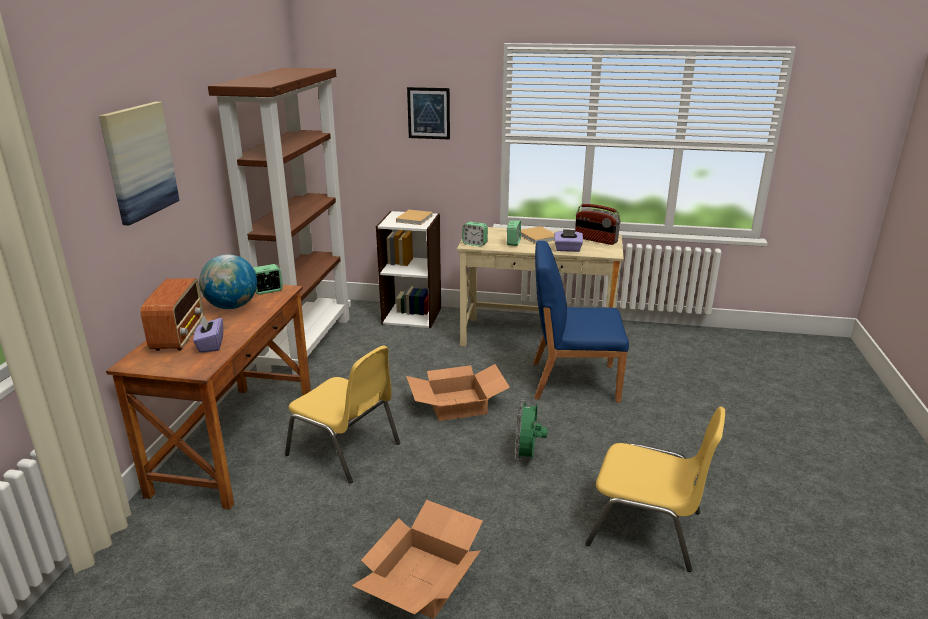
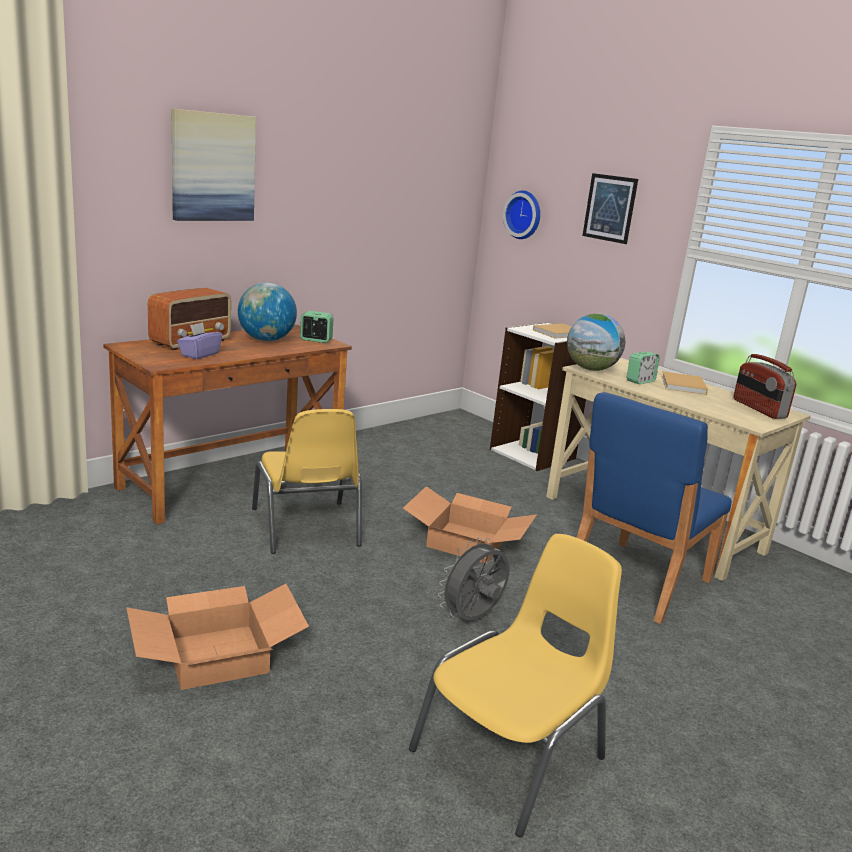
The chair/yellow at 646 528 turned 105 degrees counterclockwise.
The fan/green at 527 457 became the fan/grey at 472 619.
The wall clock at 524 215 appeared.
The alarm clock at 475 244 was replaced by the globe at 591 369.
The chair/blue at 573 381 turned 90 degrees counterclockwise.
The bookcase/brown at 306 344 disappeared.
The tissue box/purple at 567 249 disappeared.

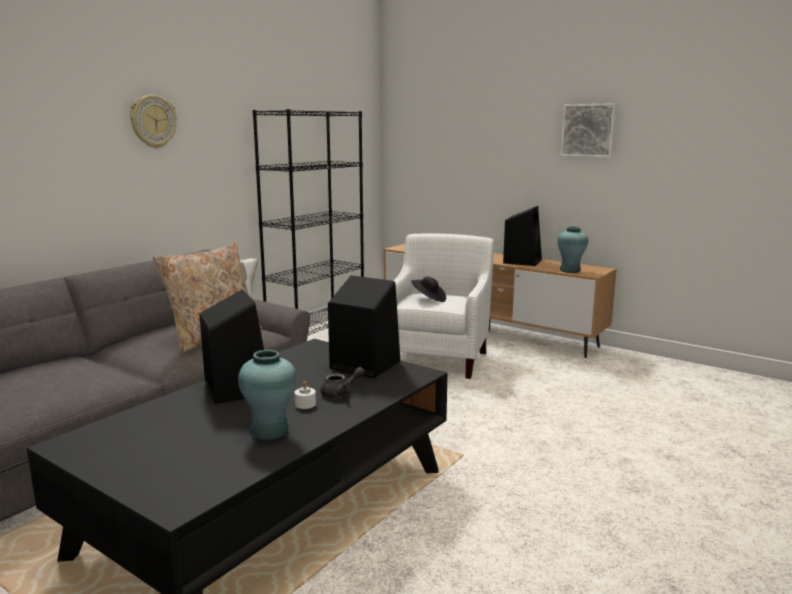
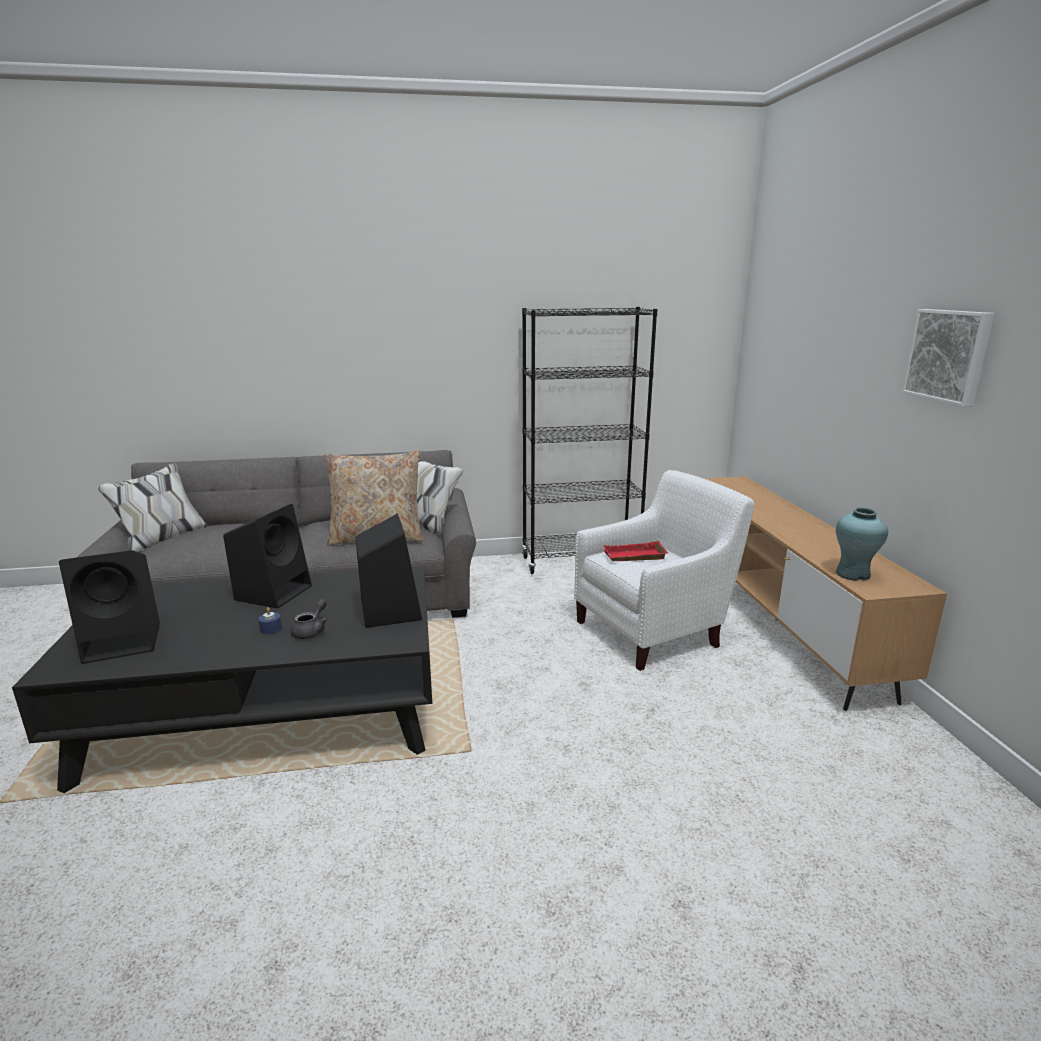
The speaker/black moved from 522 261 to 125 642.
The candle/white at 305 404 became the candle/blue at 271 629.
The teapot/grey at 341 393 turned 90 degrees counterclockwise.
The hat/black at 428 299 was replaced by the tray/red at 634 557.
The wall clock at 153 121 disappeared.
The vase/turquoise at 269 431 disappeared.

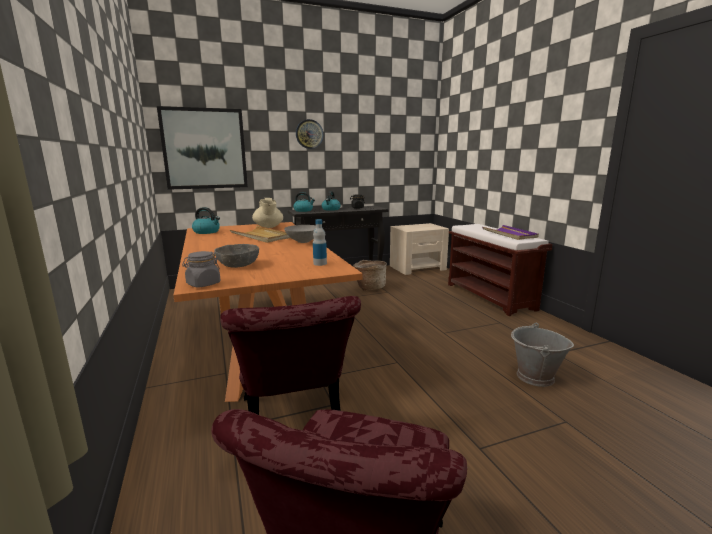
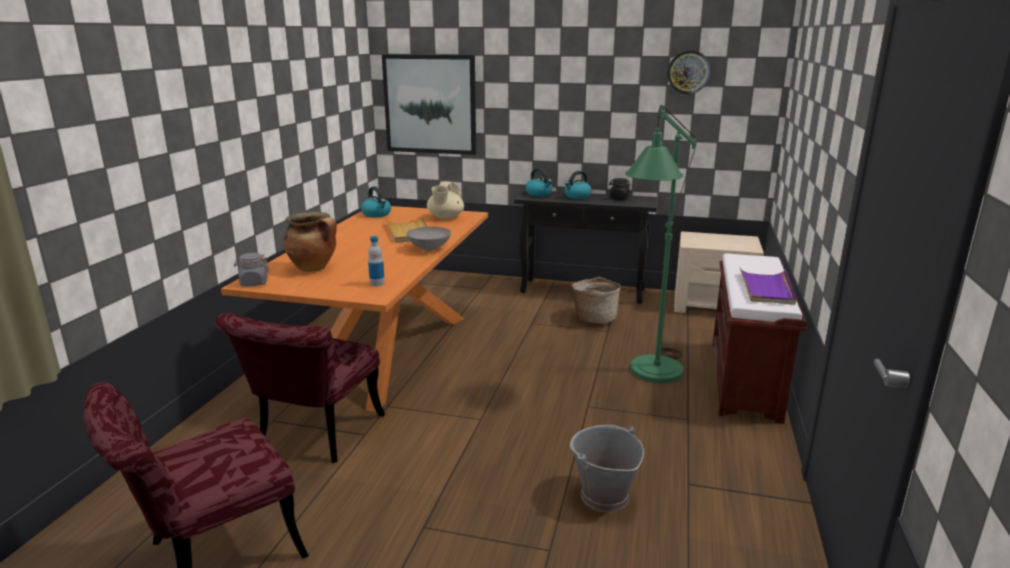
The bowl/grey at 238 265 was replaced by the cooking pot at 314 268.
The floor lamp/green at 651 376 appeared.
The wall clock moved from 309 134 to 688 72.

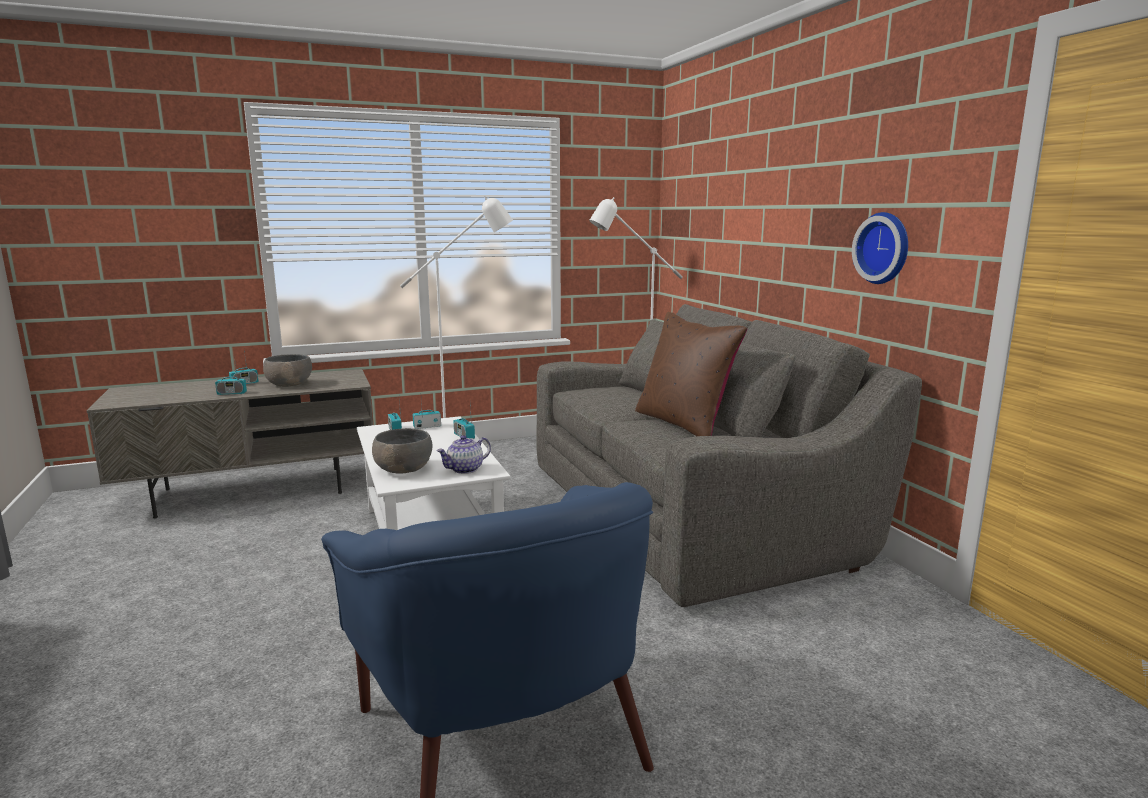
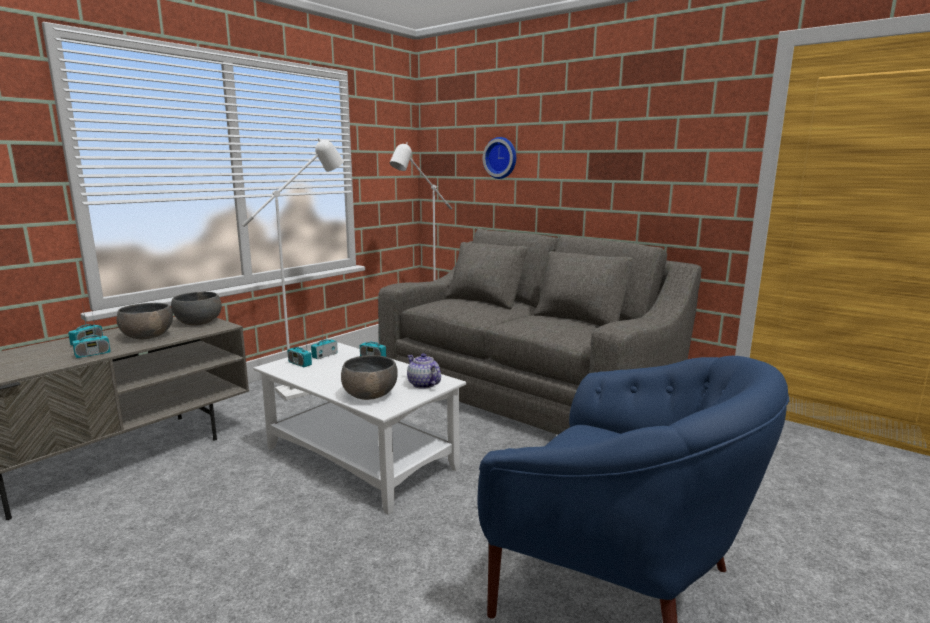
The bowl/grey at 199 322 appeared.
The teapot at 465 469 turned 120 degrees clockwise.
The wall clock moved from 884 248 to 501 158.
The pillow/brown at 684 423 disappeared.

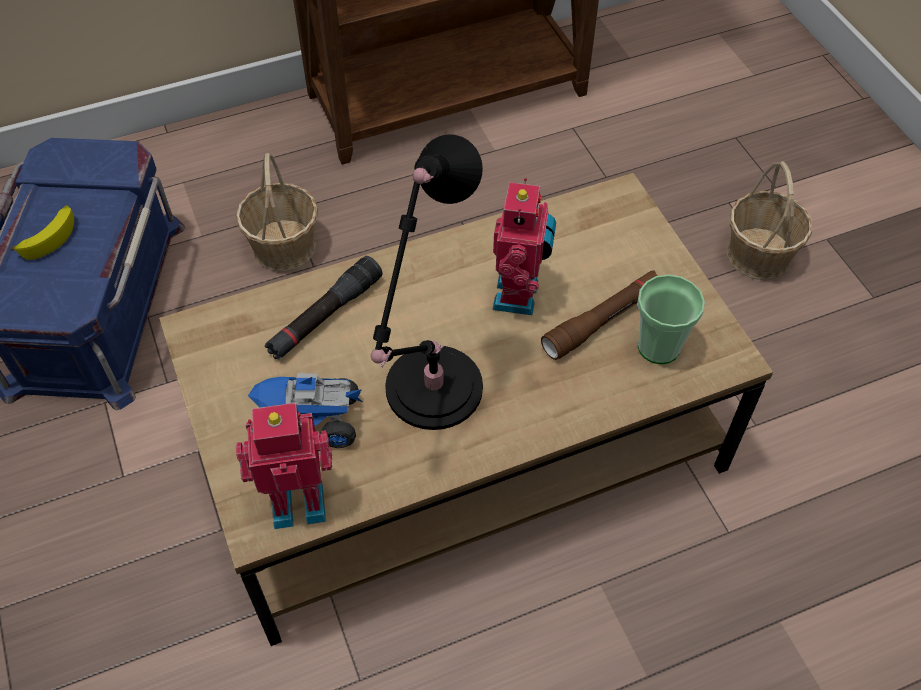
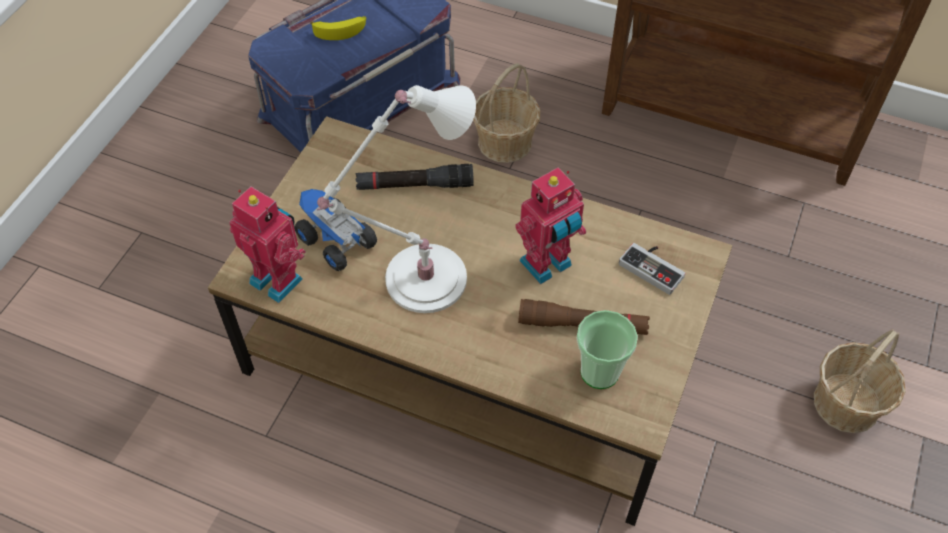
The table lamp/black at 430 394 became the table lamp/white at 419 280.
The game controller at 654 267 appeared.

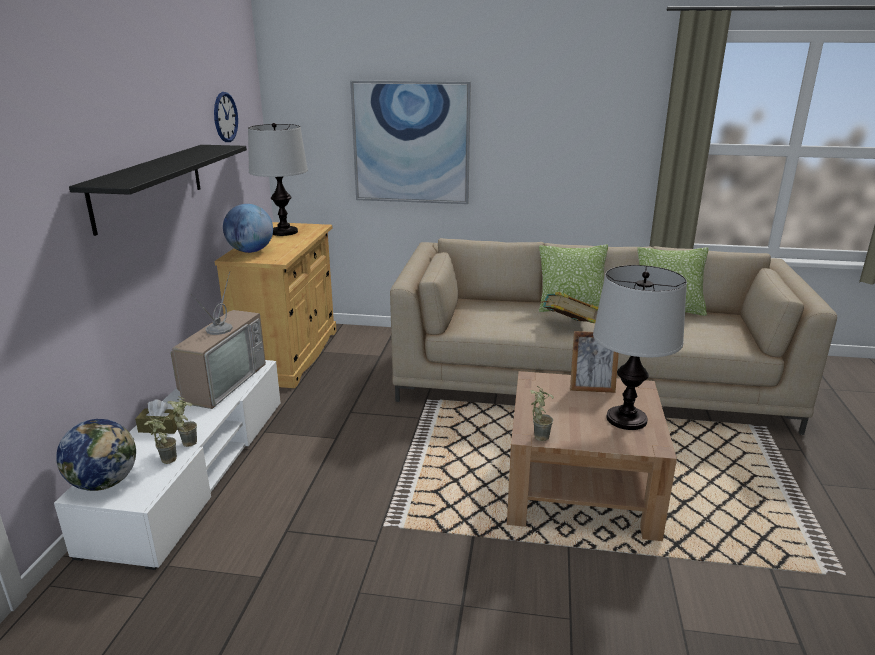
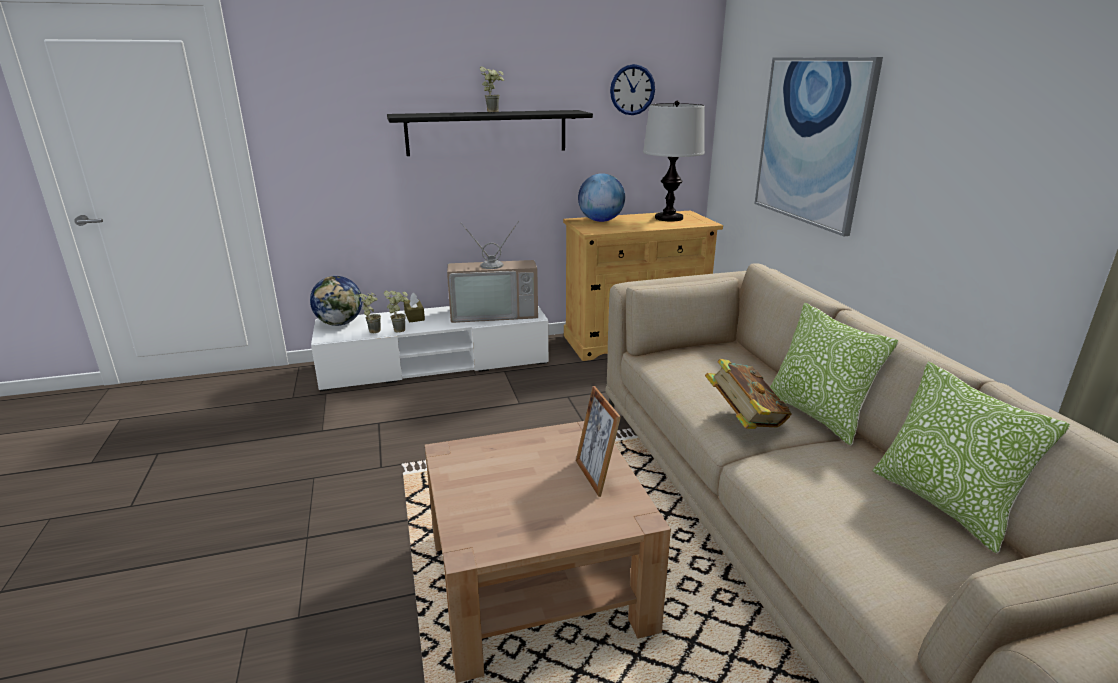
The potted plant moved from 537 435 to 494 111.
The table lamp at 626 419 disappeared.

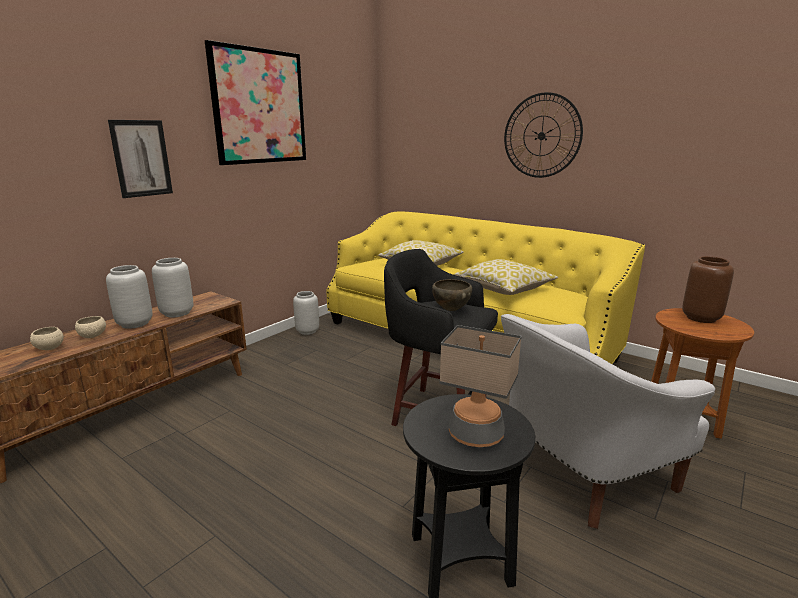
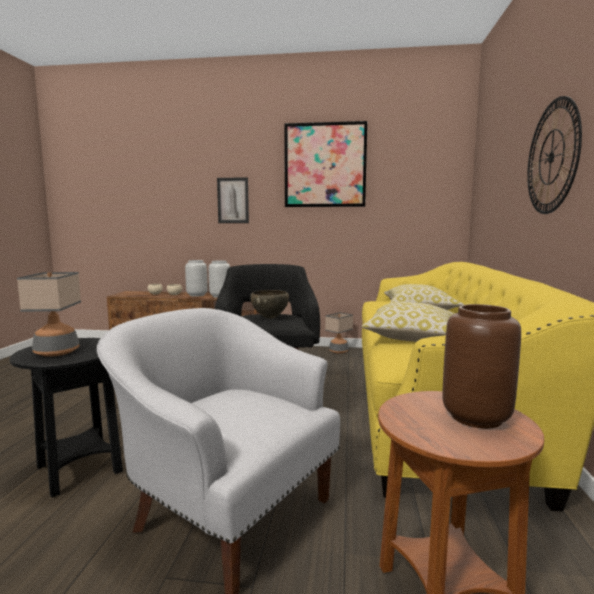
The vase/grey at 307 331 was replaced by the table lamp at 338 351.

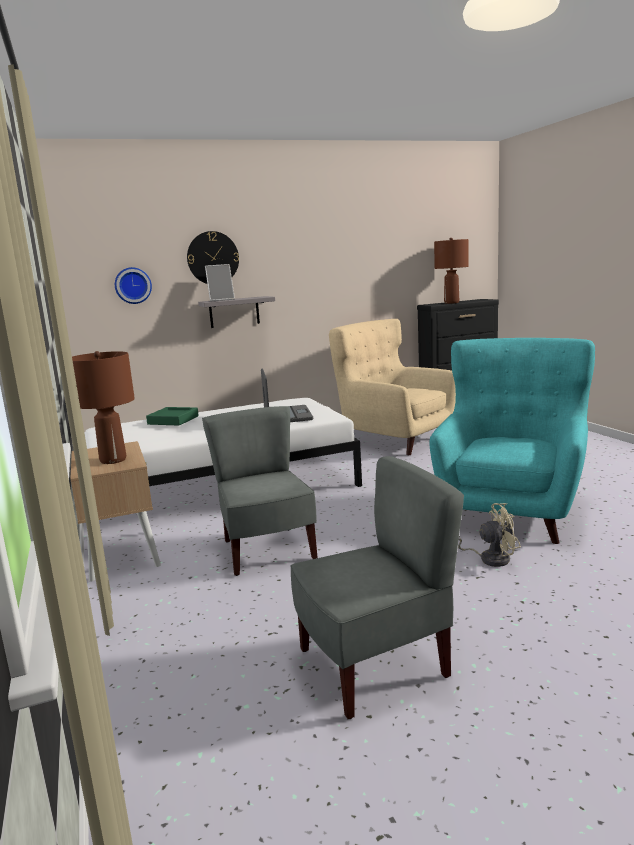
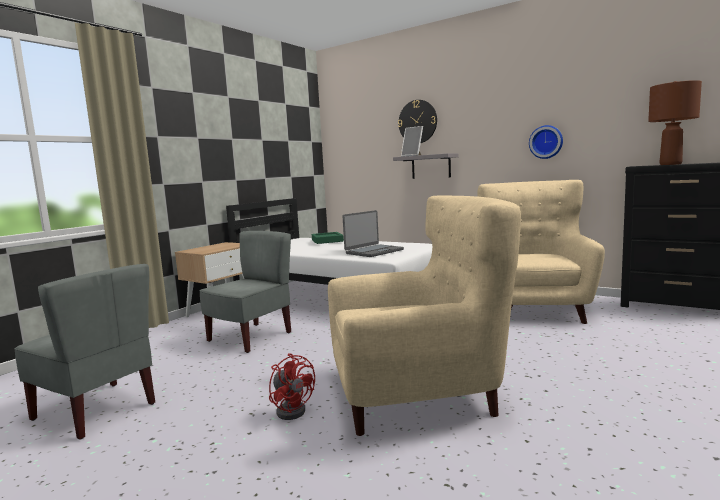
The fan/beige at 488 558 became the fan/red at 292 409.
The armchair/turquoise at 511 511 became the armchair/beige at 419 395.
The wall clock moved from 133 285 to 546 142.
The table lamp/brown at 113 460 disappeared.

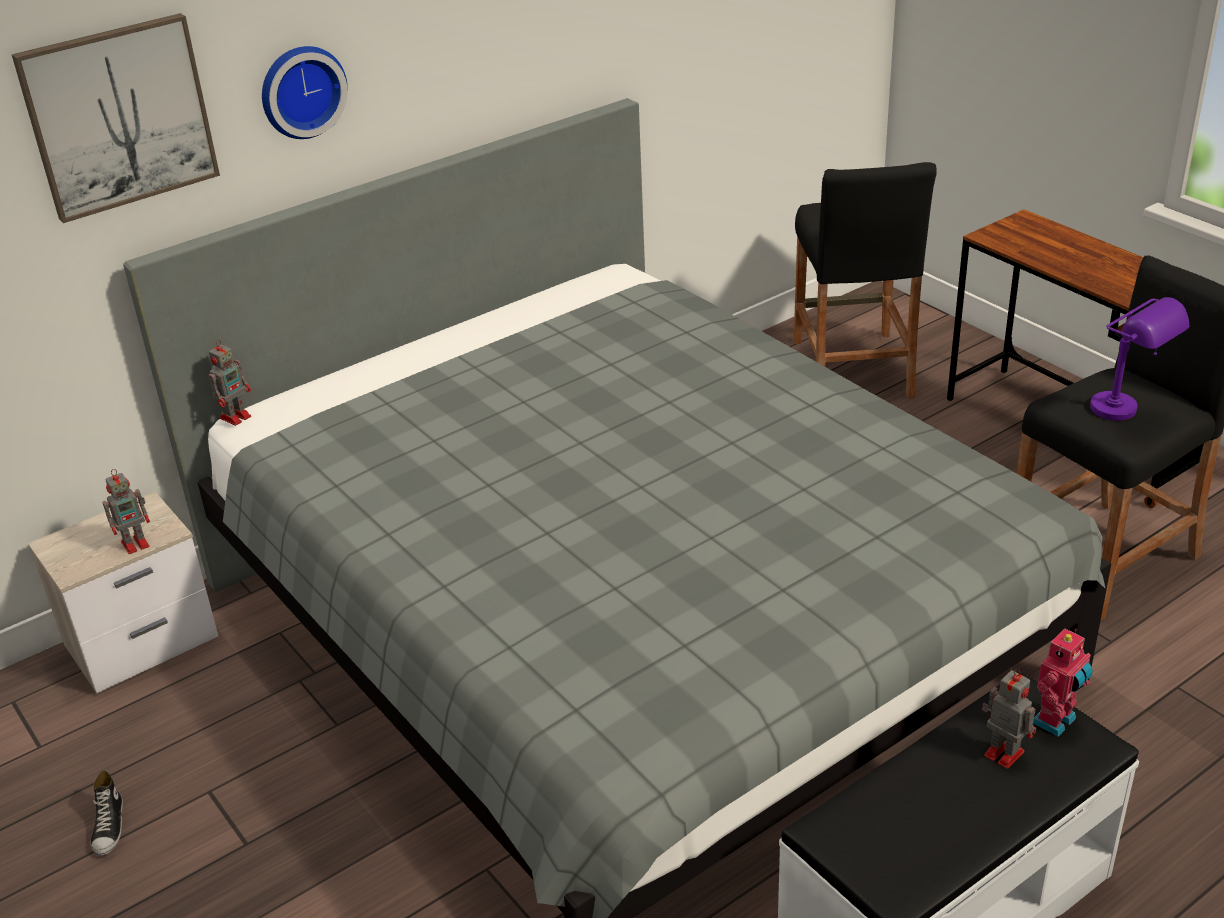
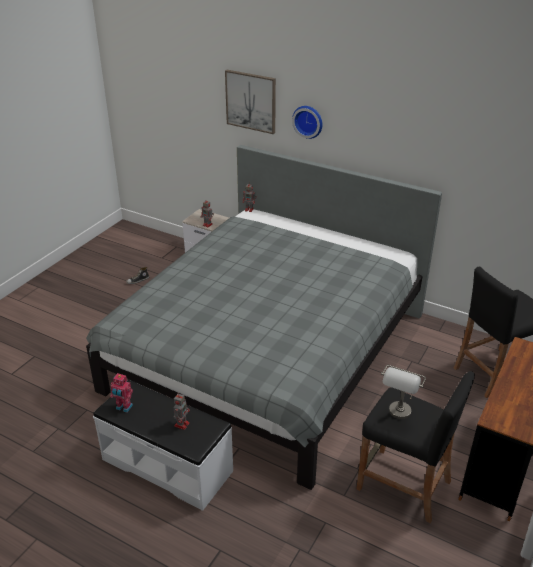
The toy robot moved from 1056 721 to 123 407.
The table lamp/purple at 1128 414 became the table lamp/grey at 398 416.

